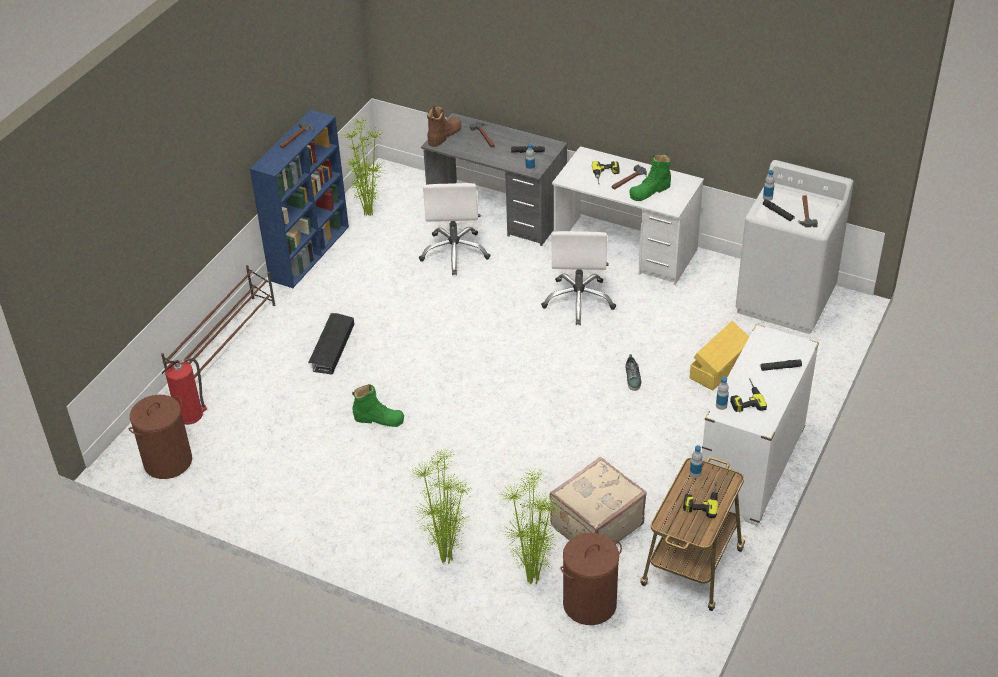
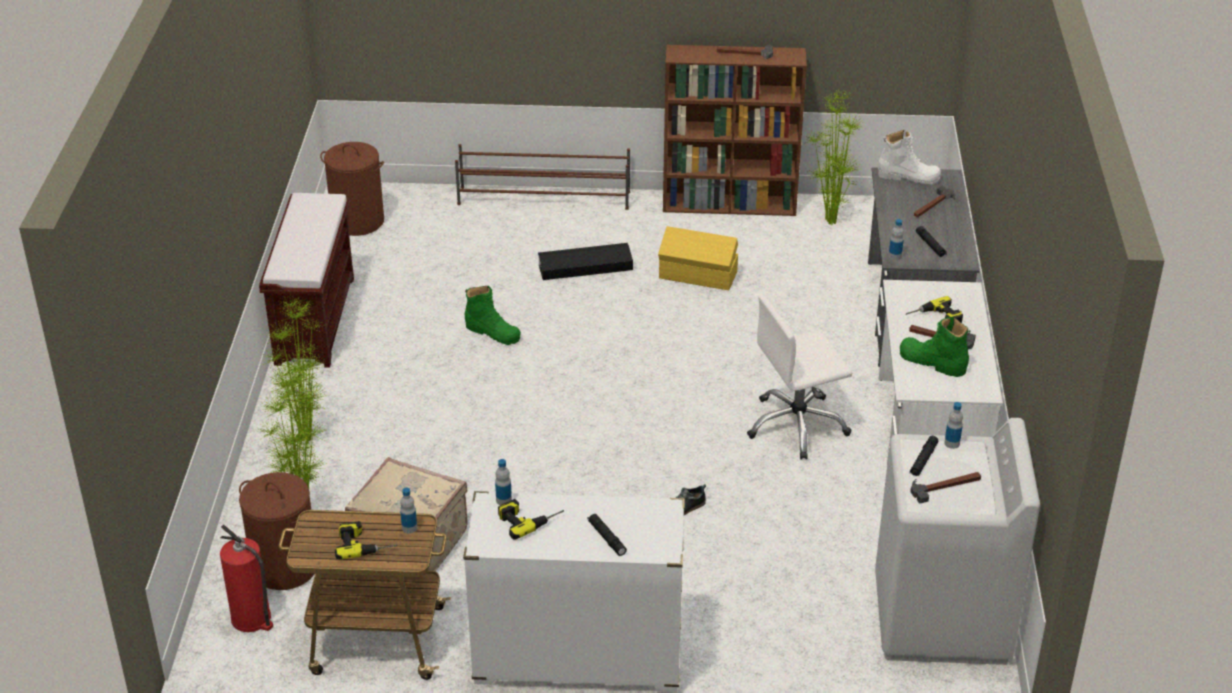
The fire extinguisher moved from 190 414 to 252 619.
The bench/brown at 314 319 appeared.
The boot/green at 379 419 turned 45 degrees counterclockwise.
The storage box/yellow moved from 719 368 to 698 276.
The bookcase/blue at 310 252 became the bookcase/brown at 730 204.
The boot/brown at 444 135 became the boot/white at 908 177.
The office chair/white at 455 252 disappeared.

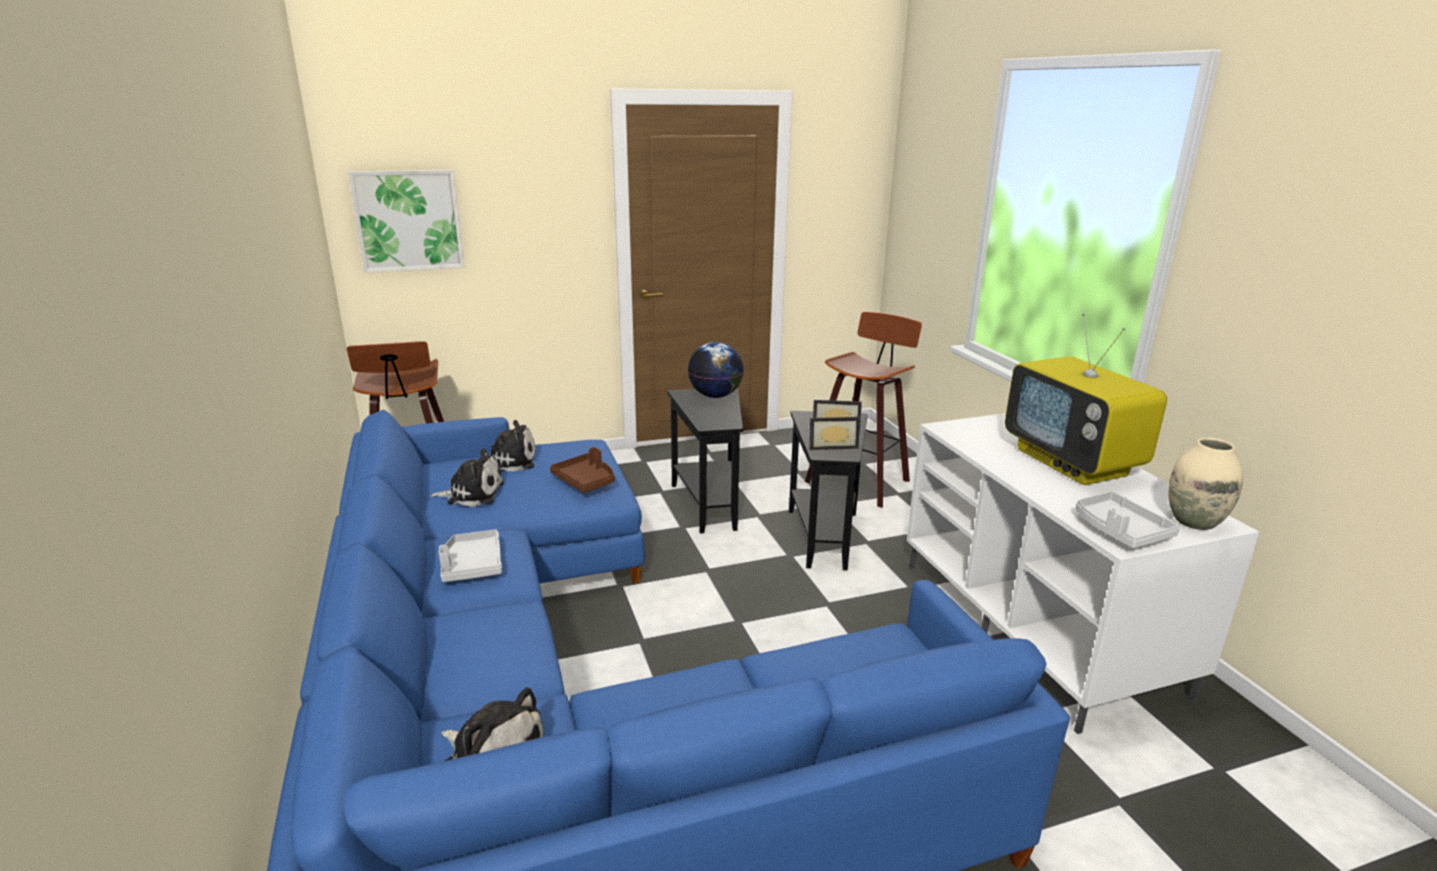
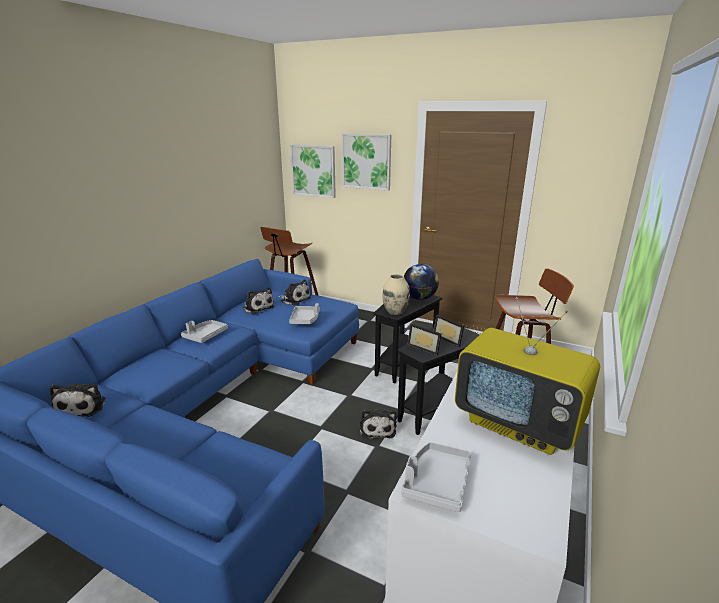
The tray/brown at 586 481 became the tray/grey at 305 319.
The picture at 366 161 appeared.
The plush toy at 377 428 appeared.
The vase/beige moved from 1193 521 to 395 311.
The television at 1073 463 turned 75 degrees counterclockwise.

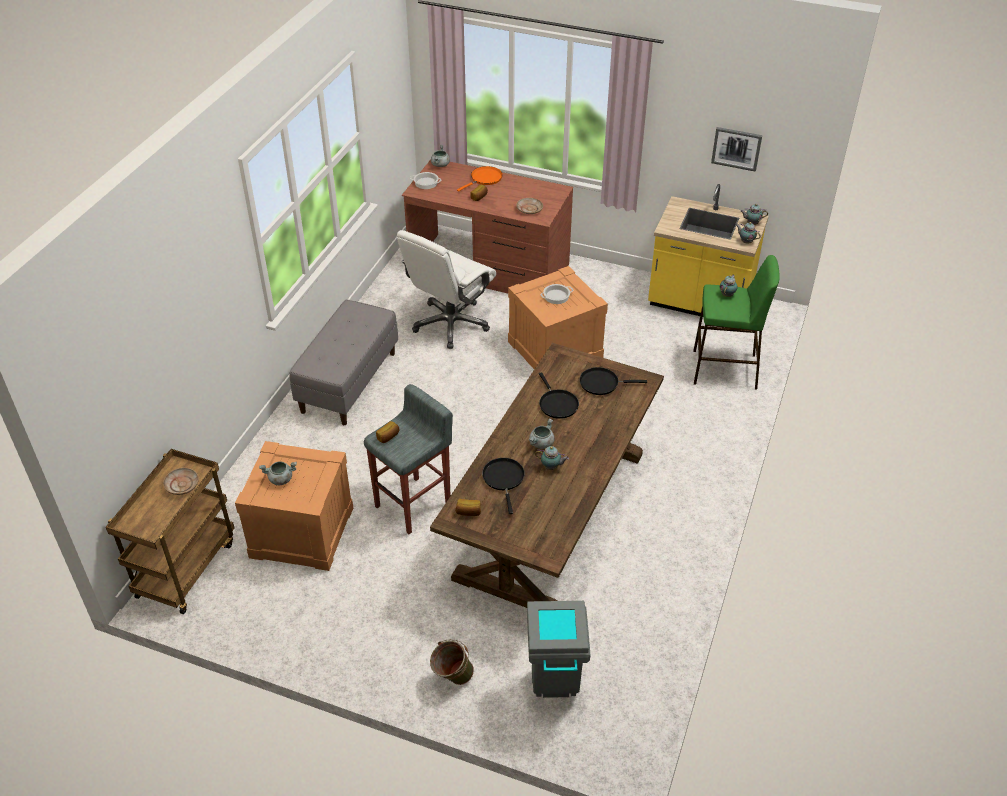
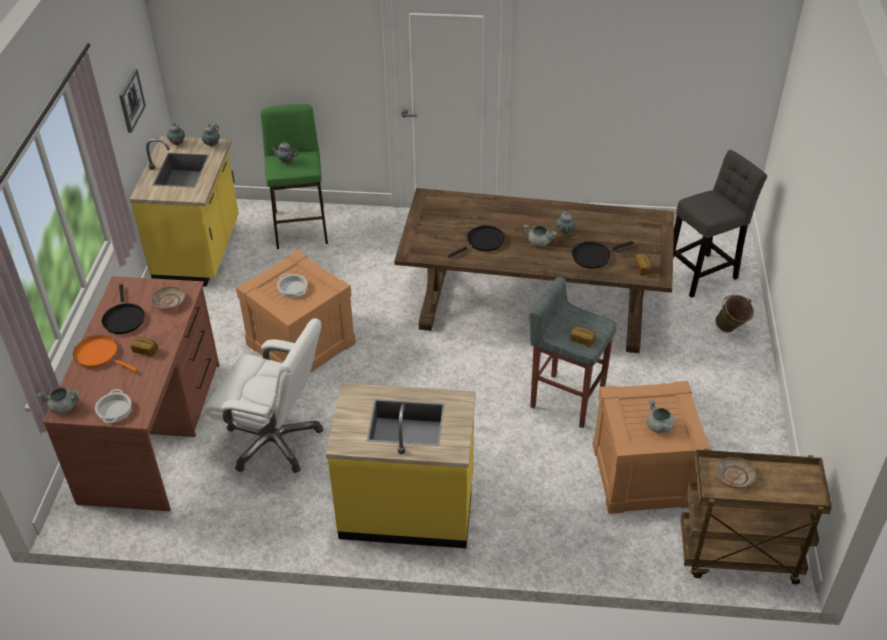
The frying pan/black moved from 602 383 to 123 318.
The bench/grey at 348 381 was replaced by the counter/yellow at 407 508.
The trash can/grey at 555 689 was replaced by the stool/grey at 703 274.

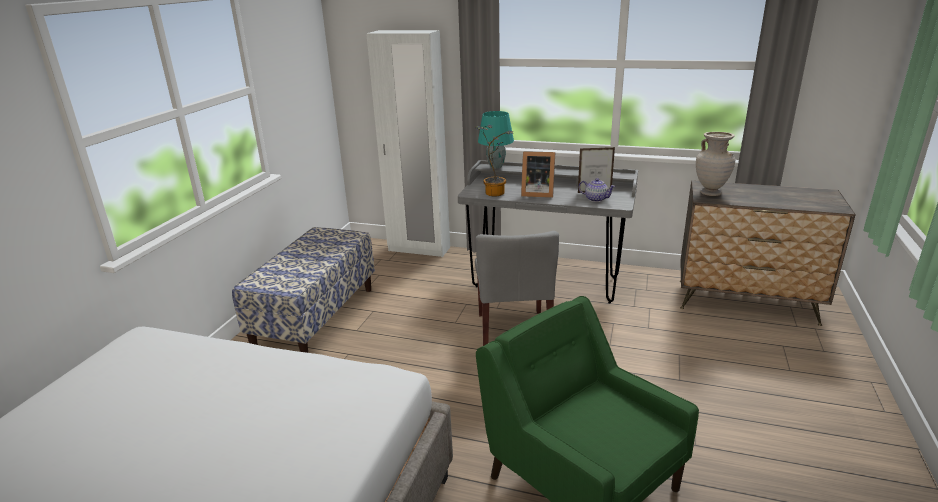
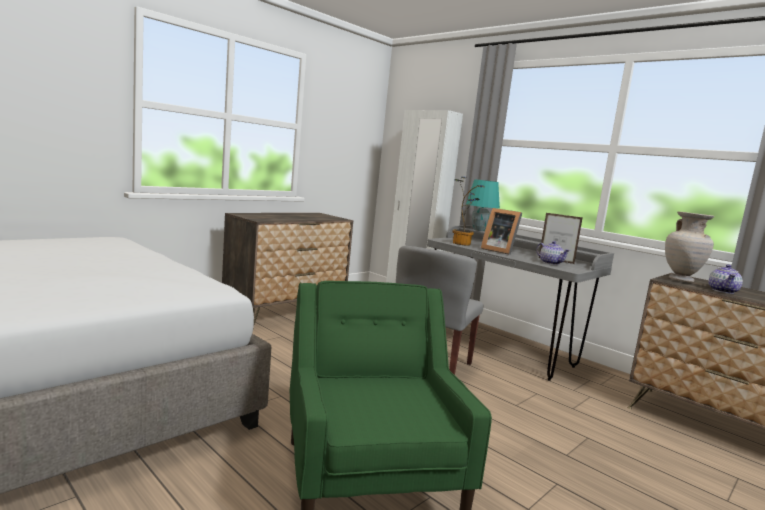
The bench at 316 317 was replaced by the dresser at 286 312.
The teapot at 723 291 appeared.

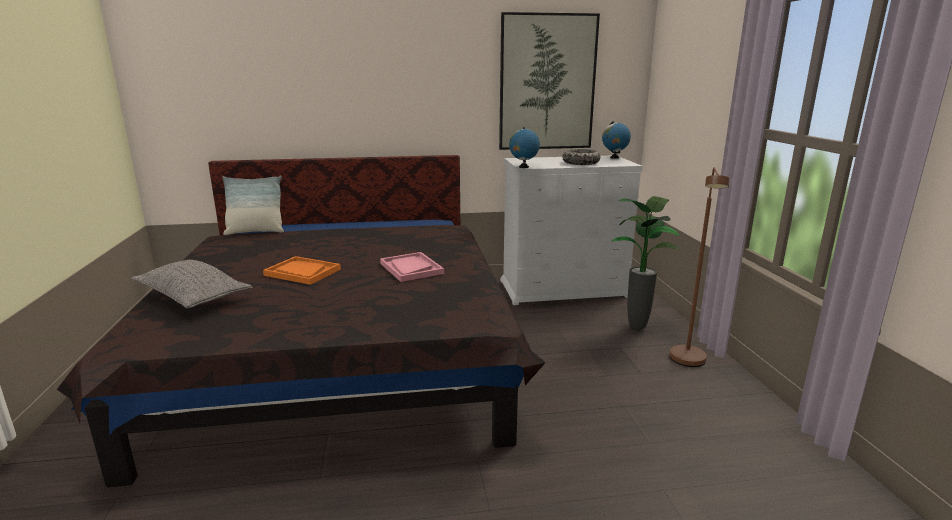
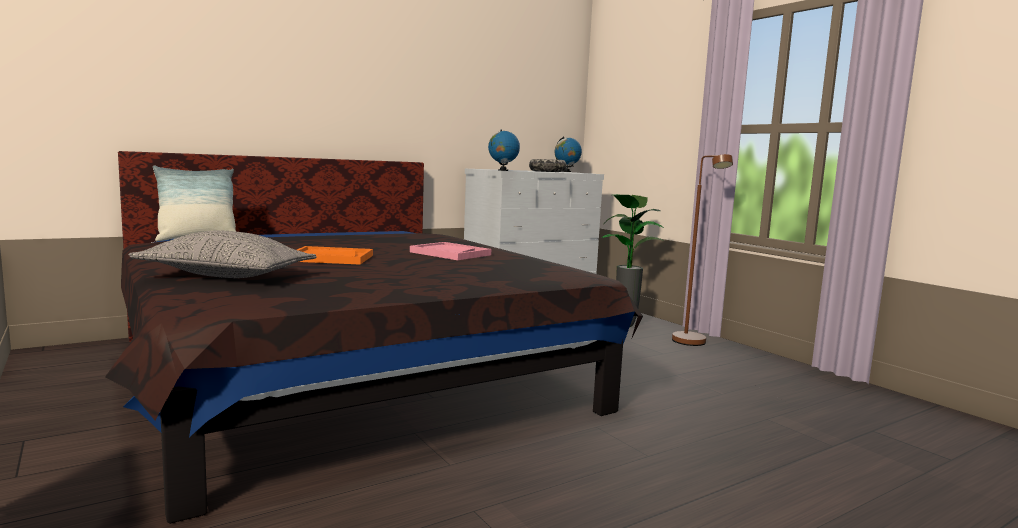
The picture at 547 83 disappeared.

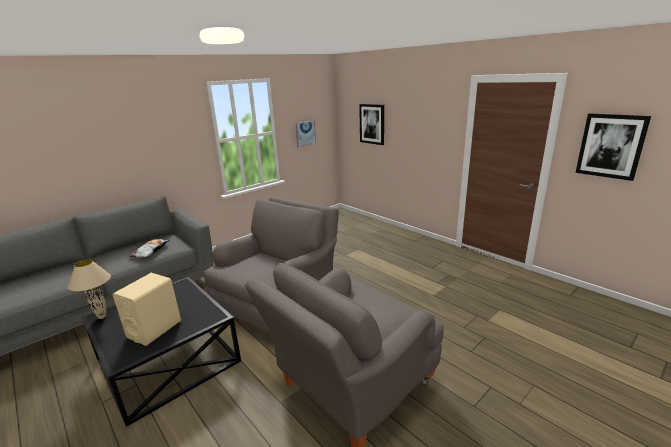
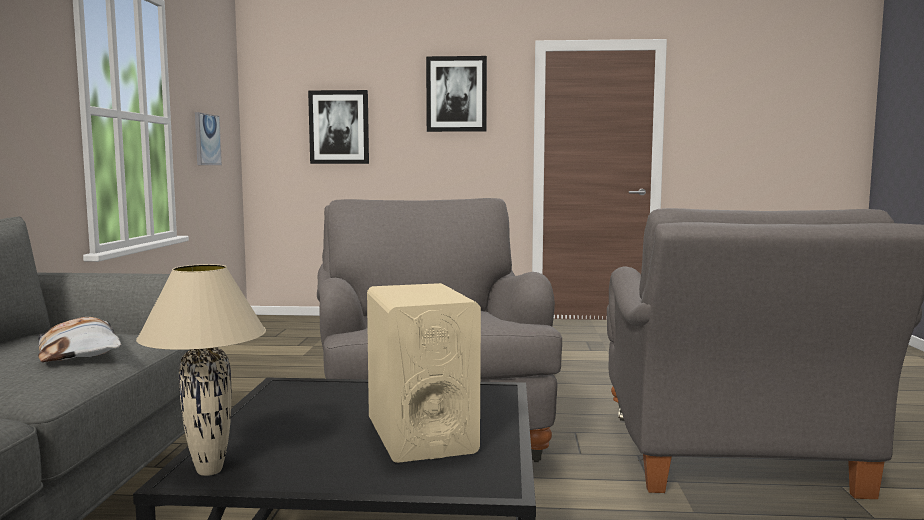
The picture moved from 610 146 to 456 94.

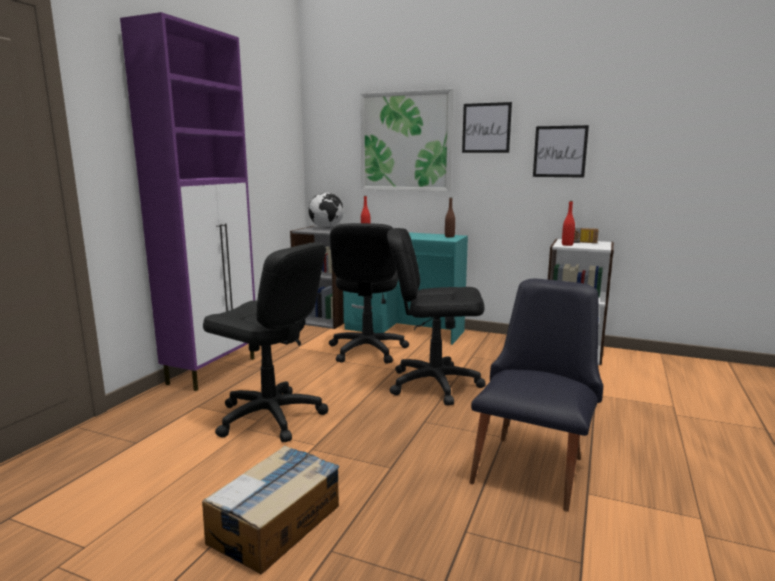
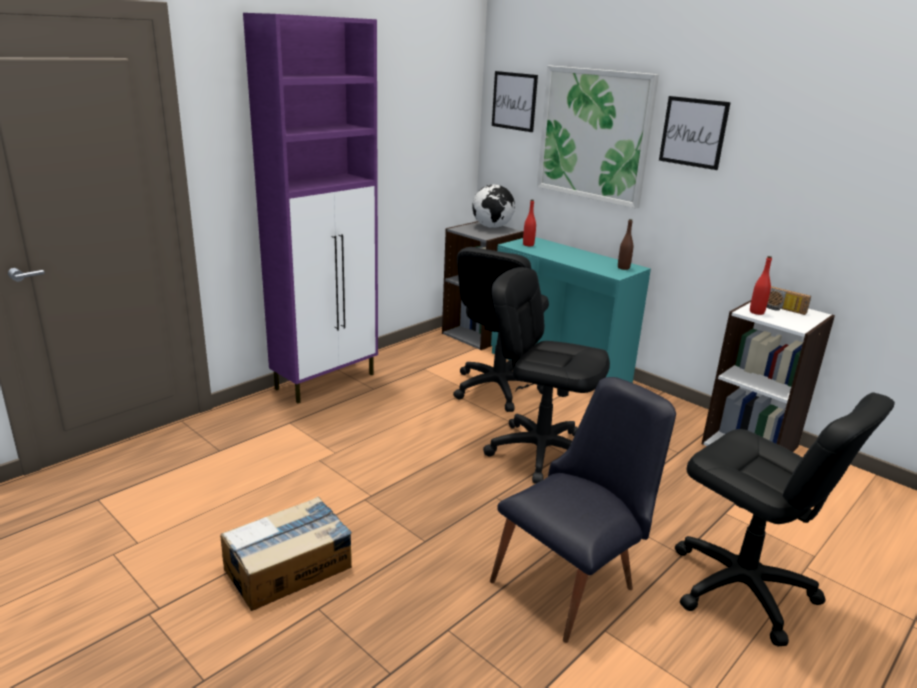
The picture moved from 560 151 to 514 101.
The office chair/black moved from 270 417 to 741 589.

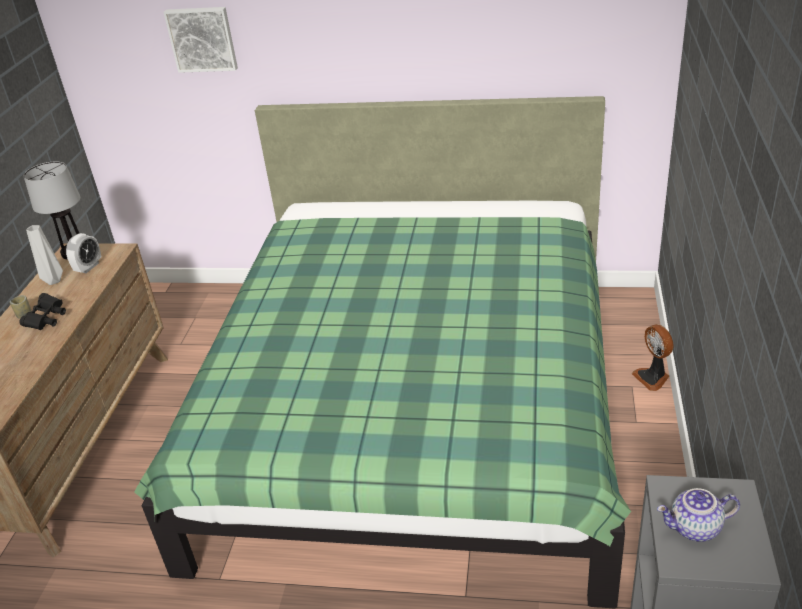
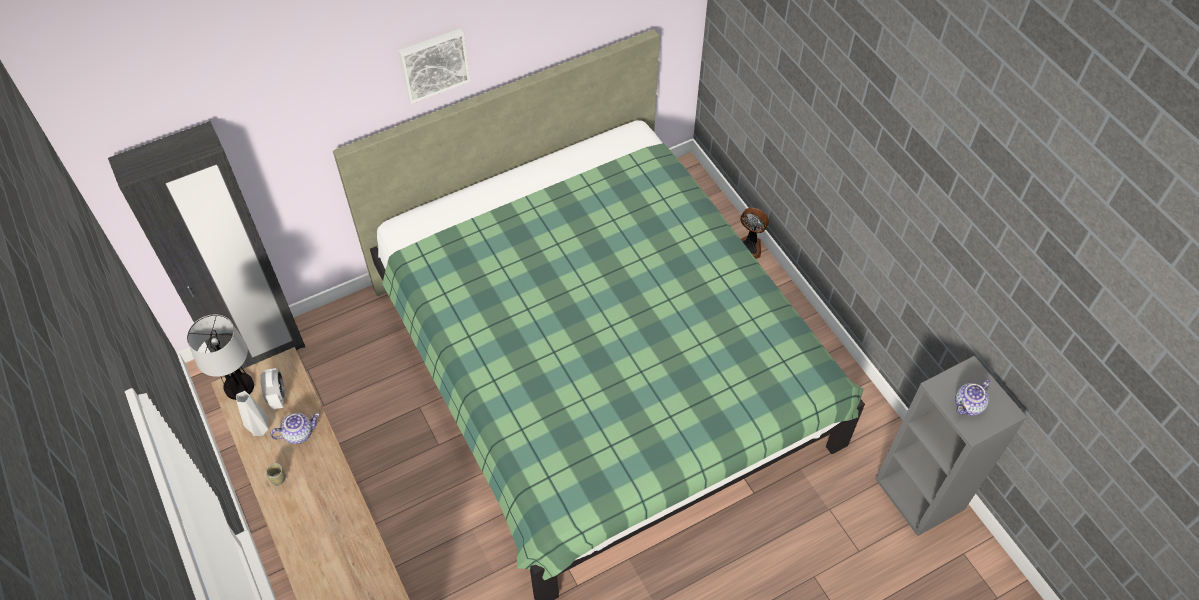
The wardrobe/black at 261 352 appeared.
The teapot at 299 433 appeared.
The picture moved from 202 39 to 433 64.
The binoculars/black at 47 319 disappeared.

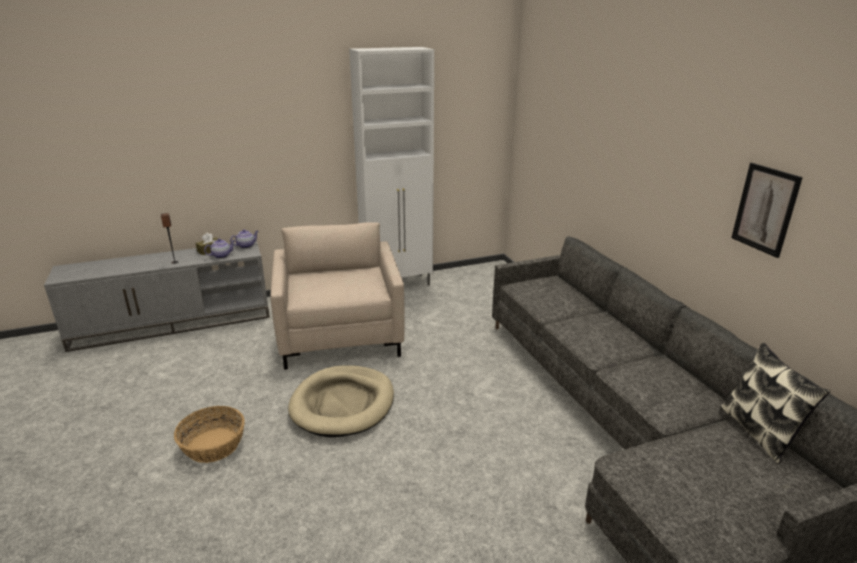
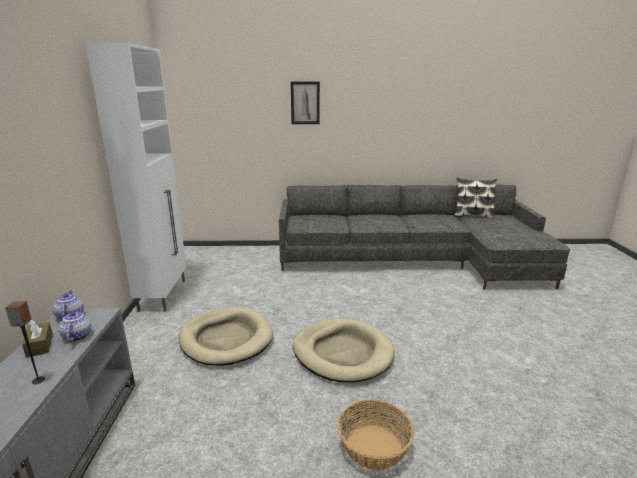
The armchair/beige at 340 335 was replaced by the dog bed/beige at 226 339.
The picture moved from 765 209 to 305 103.

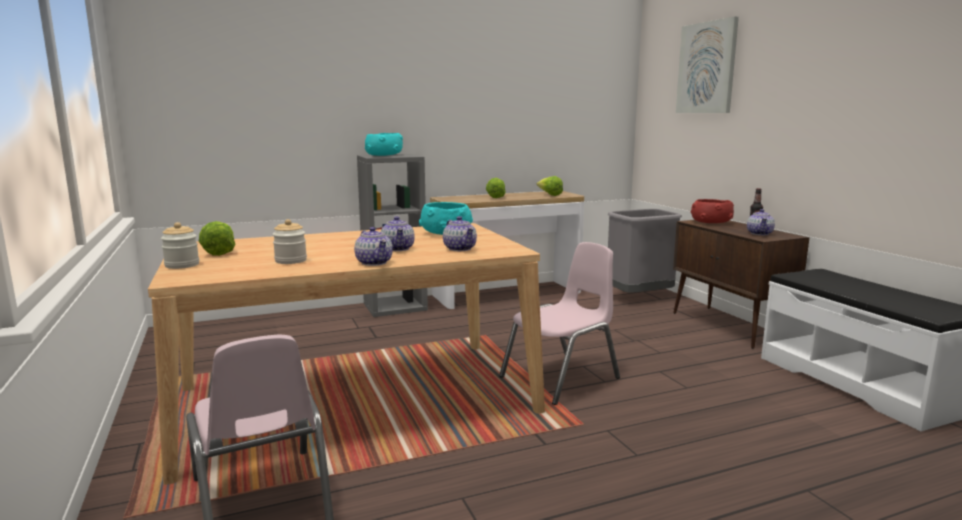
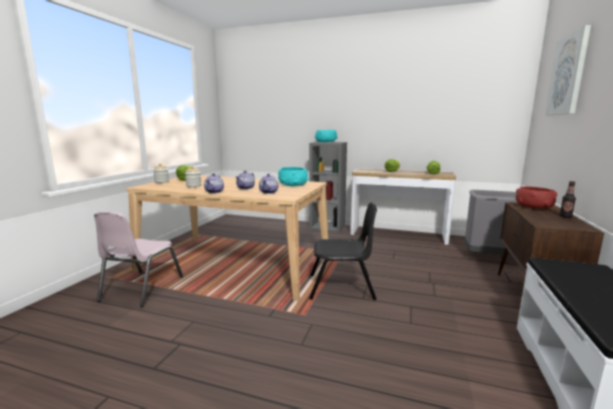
The chair/pink at 561 378 became the chair/black at 341 287.
The teapot at 760 233 disappeared.

